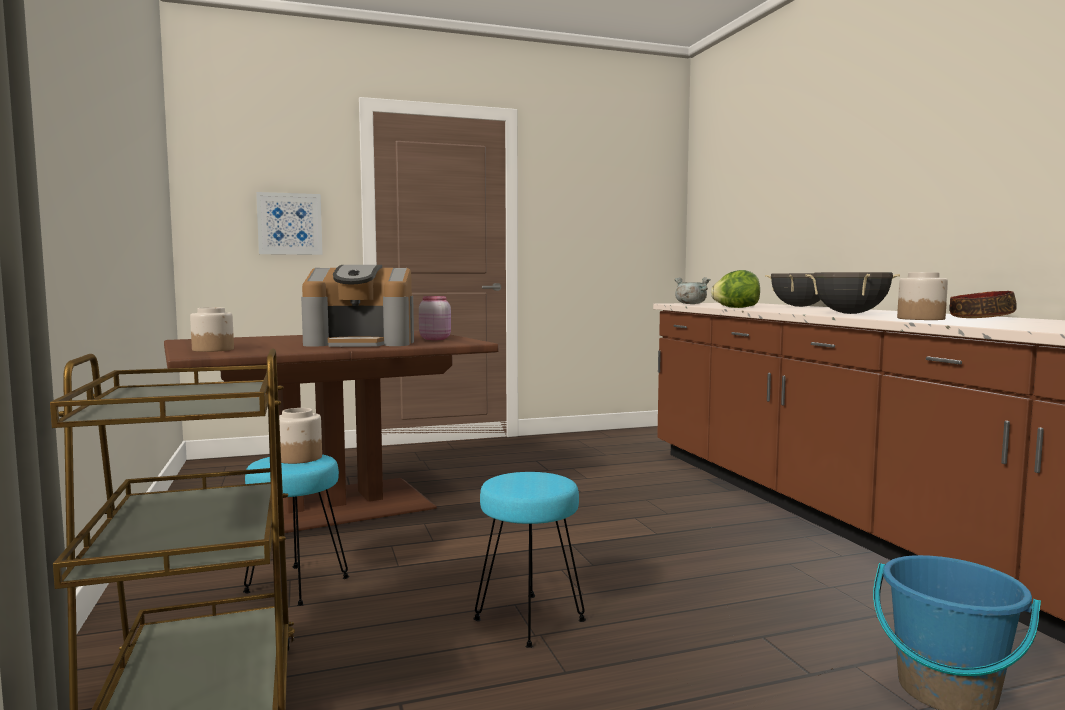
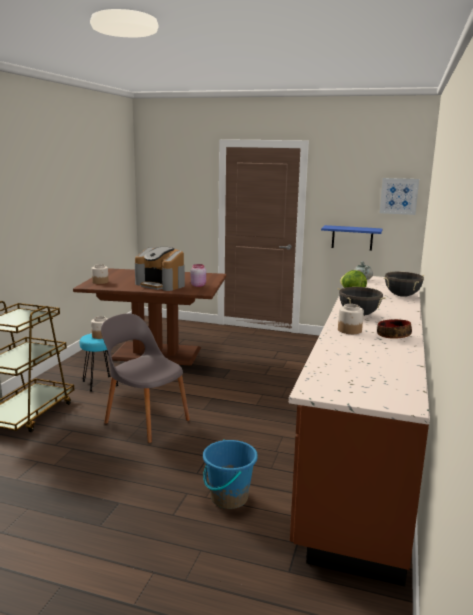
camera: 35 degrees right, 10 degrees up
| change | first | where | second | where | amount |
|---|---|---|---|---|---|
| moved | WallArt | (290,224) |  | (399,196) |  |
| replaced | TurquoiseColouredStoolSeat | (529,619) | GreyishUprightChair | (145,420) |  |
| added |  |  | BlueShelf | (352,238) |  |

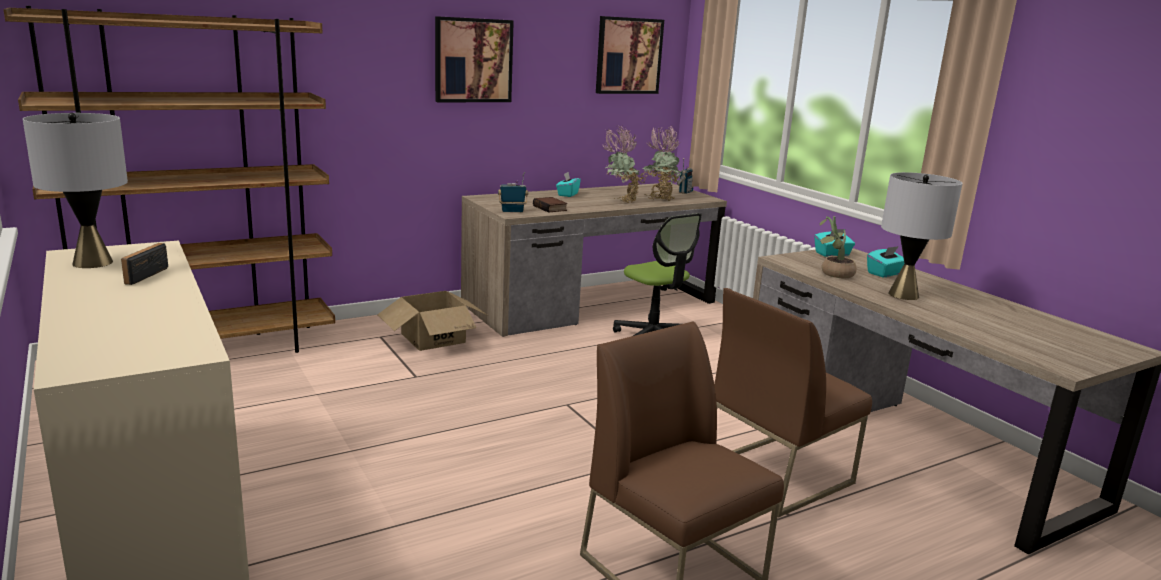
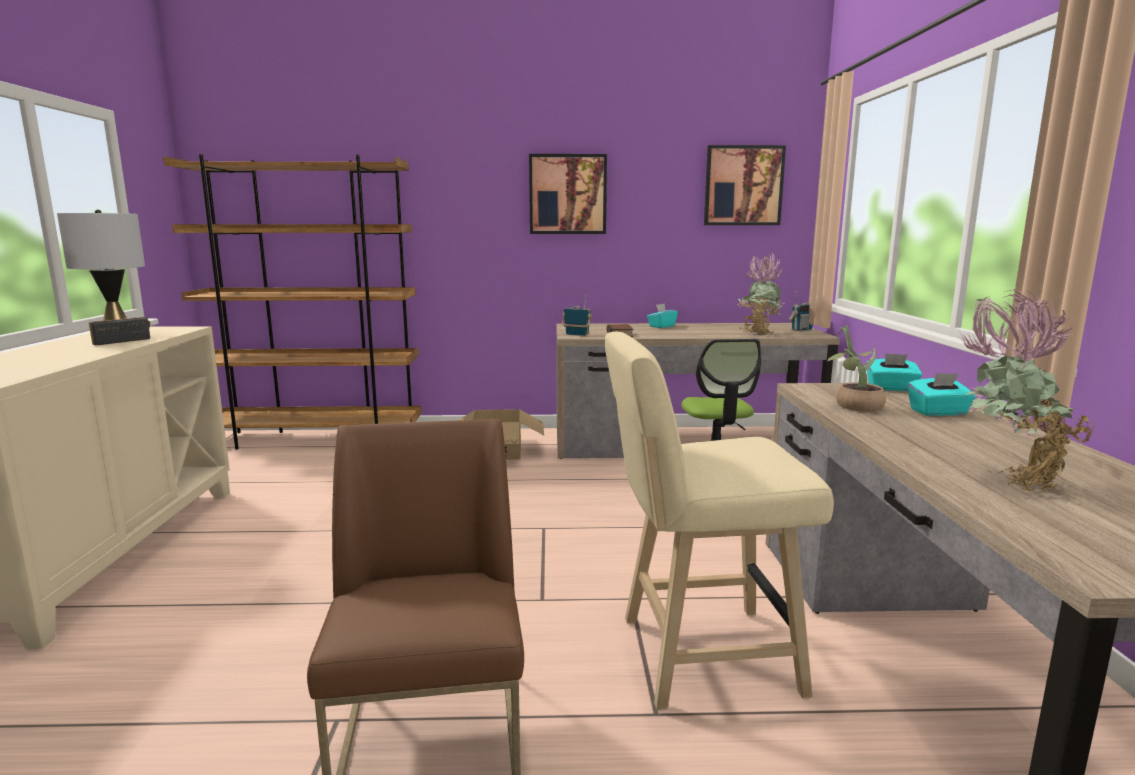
camera: 30 degrees right, 5 degrees down
| change | first | where | second | where | amount |
|---|---|---|---|---|---|
| moved | PlantInAPot | (621,201) |  | (1007,480) |  |
| replaced | BrownColouredUprightChair | (776,473) | BeigeColouredStoolSeat | (698,656) |  |
| removed | GreyishTableLamp | (903,295) |  |  |  |

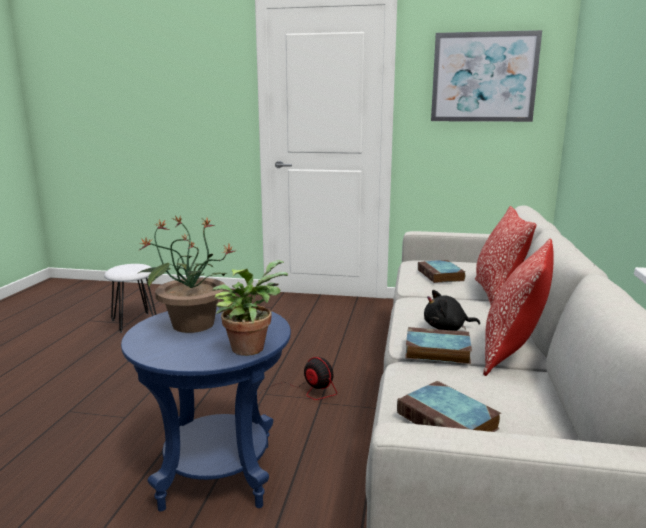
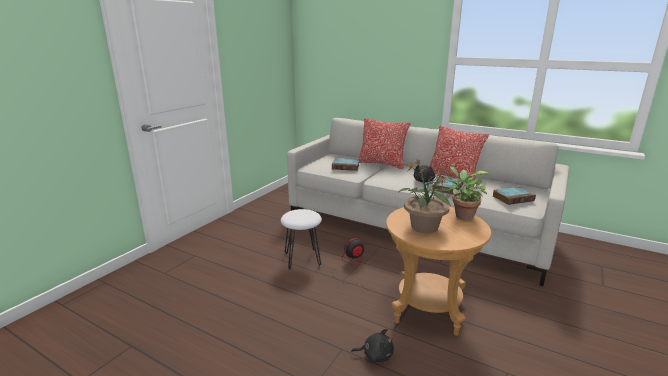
camera: 70 degrees left, 5 degrees up
| change | first | where | second | where | amount |
|---|---|---|---|---|---|
| moved | WhitishStoolSeat | (134,322) |  | (302,260) |  |
| recoloured | BlueEndTable | (218,475) | BrownColouredEndTable | (428,309) |  |
| removed | WallArt | (484,77) |  |  |  |
| added |  |  | BlackishSoftToy | (375,355) |  |

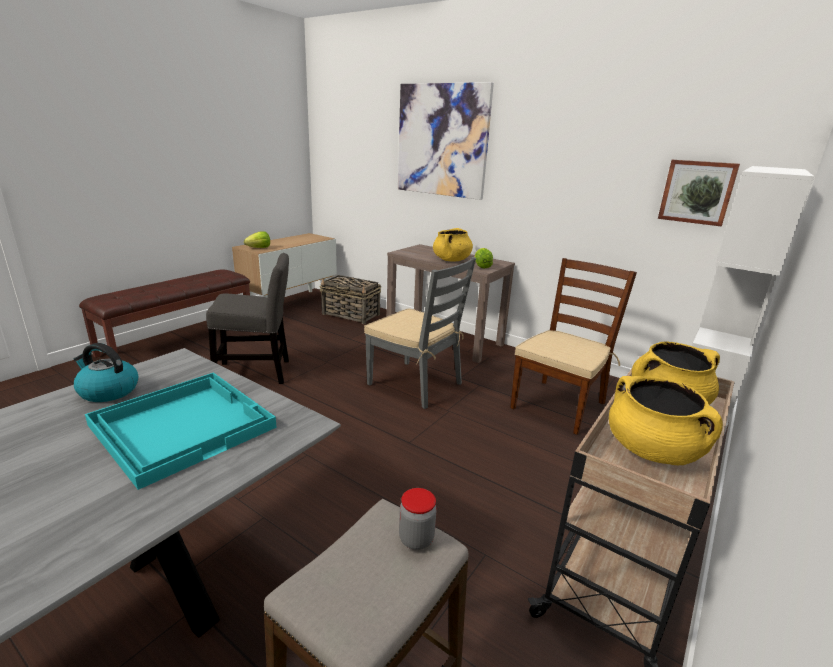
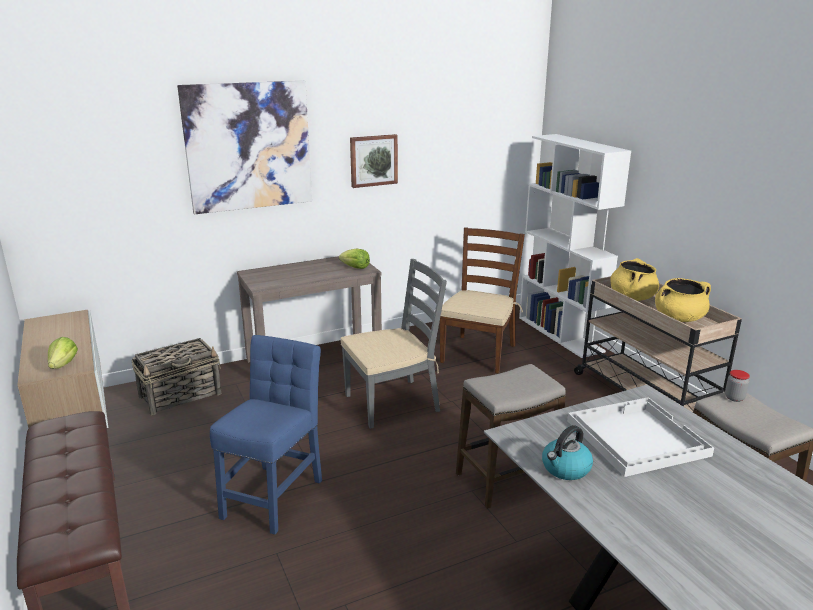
camera: 60 degrees left, 0 degrees up
| change | first | where | second | where | amount |
|---|---|---|---|---|---|
| recoloured | TurquoiseColouredServingTray | (183,425) | WhitishServingTray | (635,437) |  |
| recoloured | GreyishUprightChair | (257,372) | BlueUprightChair | (274,494) |  |
| removed | YellowishStockpot | (451,260) |  |  |  |
| turned | BrownColouredUprightChair | (558,405) |  | (478,353) | 45 degrees clockwise |
| moved | WallArt | (697,192) |  | (373,160) |  |
| added |  |  | StoolSeat | (507,479) |  |

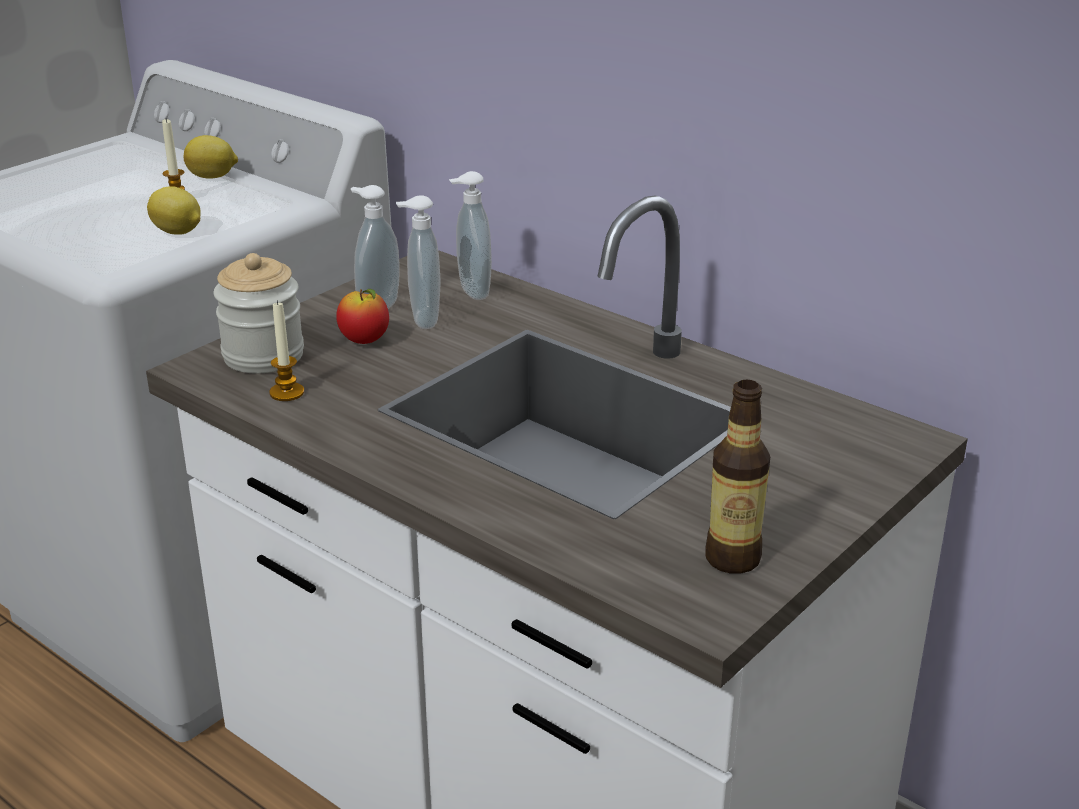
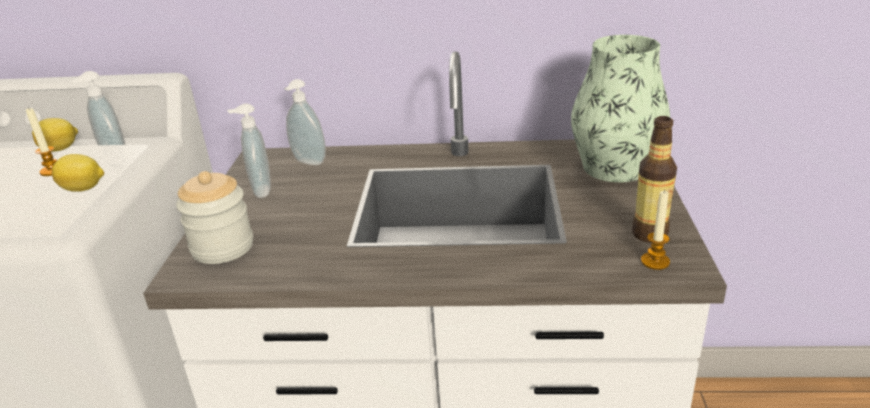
camera: 35 degrees left, 0 degrees up
| change | first | where | second | where | amount |
|---|---|---|---|---|---|
| moved | Candle | (287,393) |  | (655,261) |  |
| removed | WholeApple | (364,341) |  |  |  |
| moved | SoapBottle | (422,320) |  | (115,164) |  |
| added |  |  | Vase | (615,167) |  |

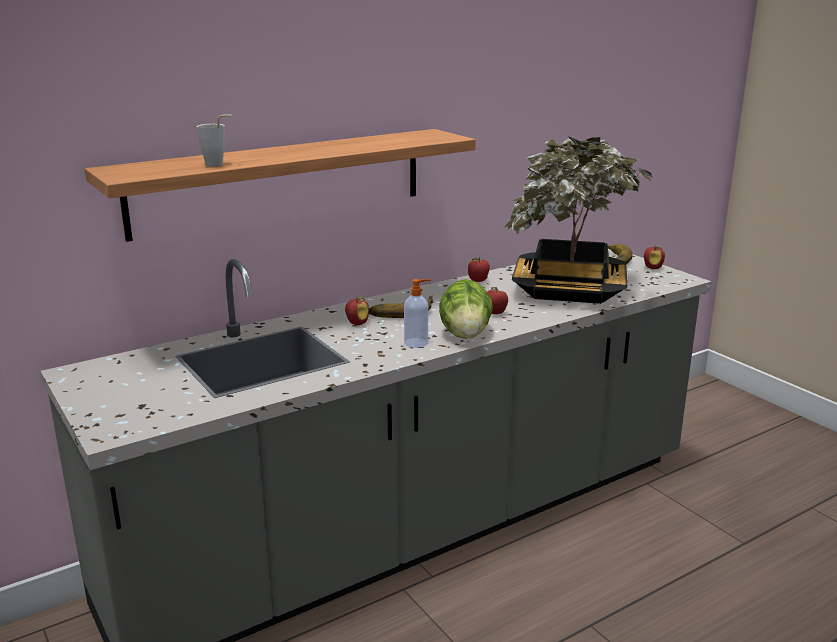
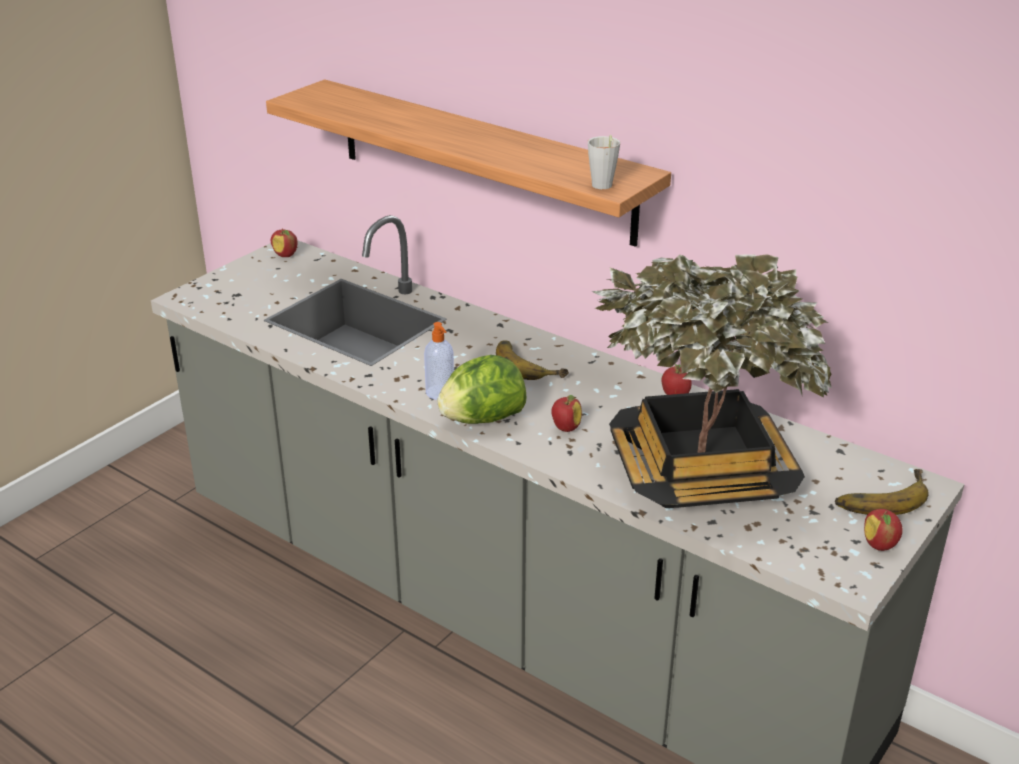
camera: 70 degrees right, 10 degrees up
| change | first | where | second | where | amount |
|---|---|---|---|---|---|
| moved | GreyishSmallCup | (217,165) |  | (602,187) |  |
| moved | WholeApple | (357,323) |  | (286,255) |  |

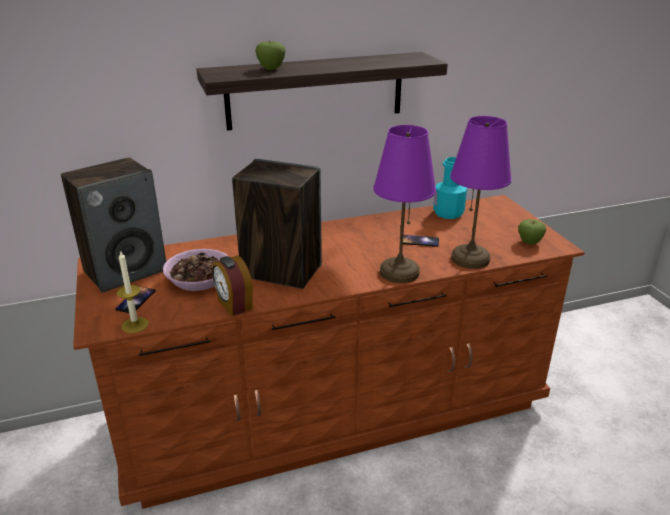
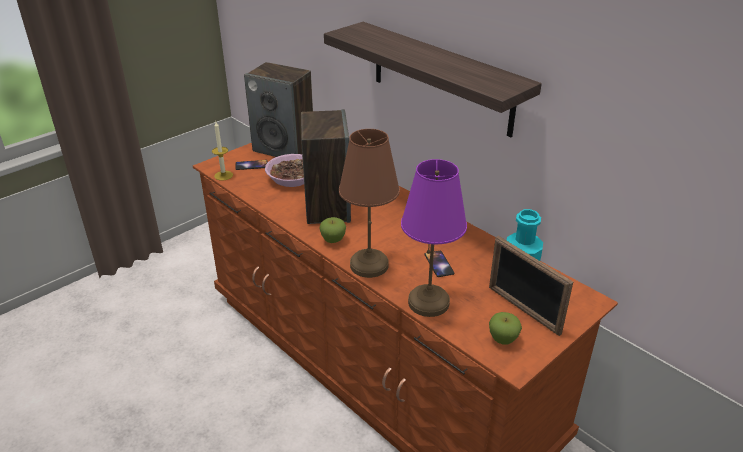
camera: 65 degrees right, 5 degrees up
| change | first | where | second | where | amount |
|---|---|---|---|---|---|
| removed | BedsideClock | (234,305) |  |  |  |
| moved | WholeApple | (271,68) |  | (333,240) |  |
| recoloured | PurplishTableLamp | (398,273) | BrownColouredTableLamp | (368,265) |  |
| added |  |  | StandingFrame | (523,310) |  |

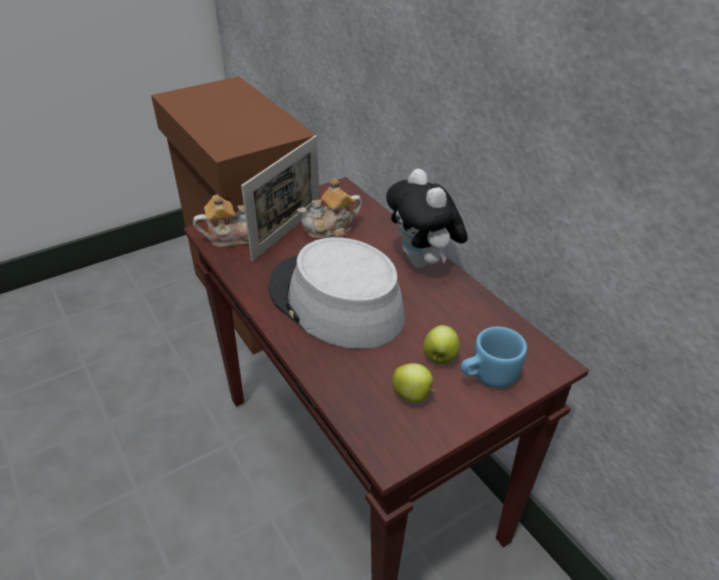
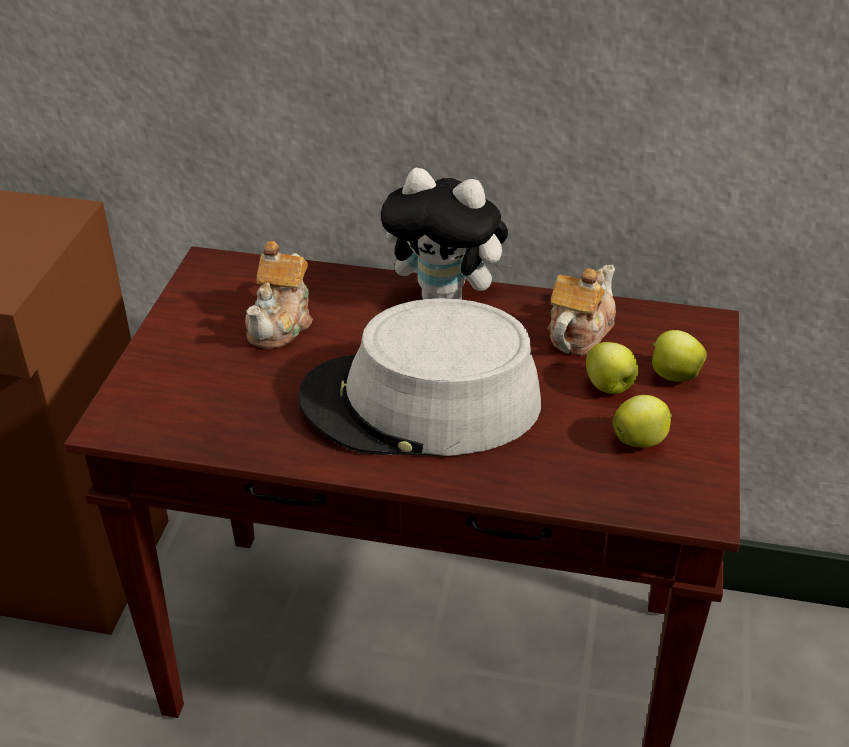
camera: 45 degrees left, 0 degrees up
| change | first | where | second | where | amount |
|---|---|---|---|---|---|
| moved | PotForTea | (232,237) |  | (578,332) |  |
| removed | StandingFrame | (287,232) |  |  |  |
| replaced | BlueMug | (487,376) | WholeApple | (673,375) |  |

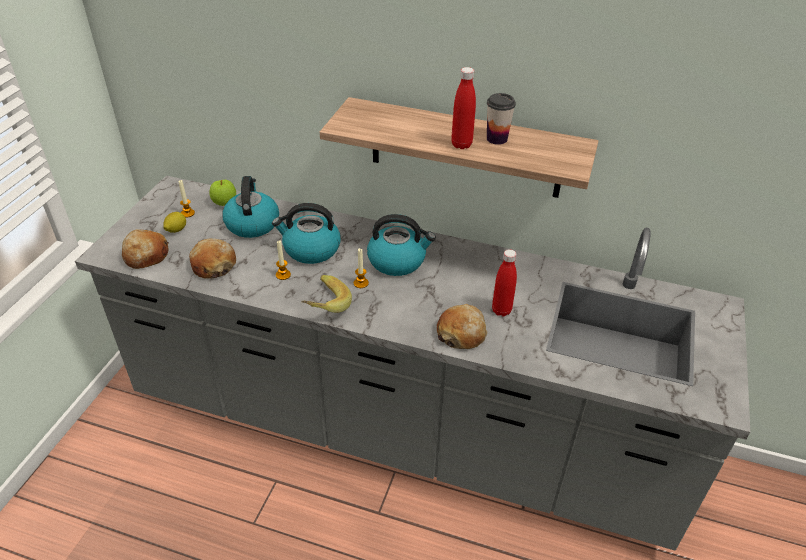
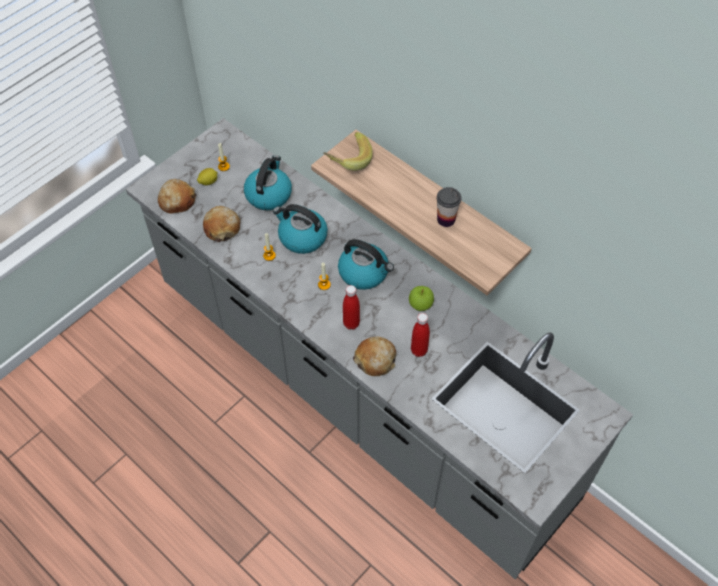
camera: 25 degrees right, 15 degrees up
| change | first | where | second | where | amount |
|---|---|---|---|---|---|
| moved | WholeApple | (224,203) |  | (420,305) |  |
| moved | Banana | (323,305) |  | (347,159) |  |
| moved | RedColouredBeverageBottle | (461,145) |  | (351,323) |  |

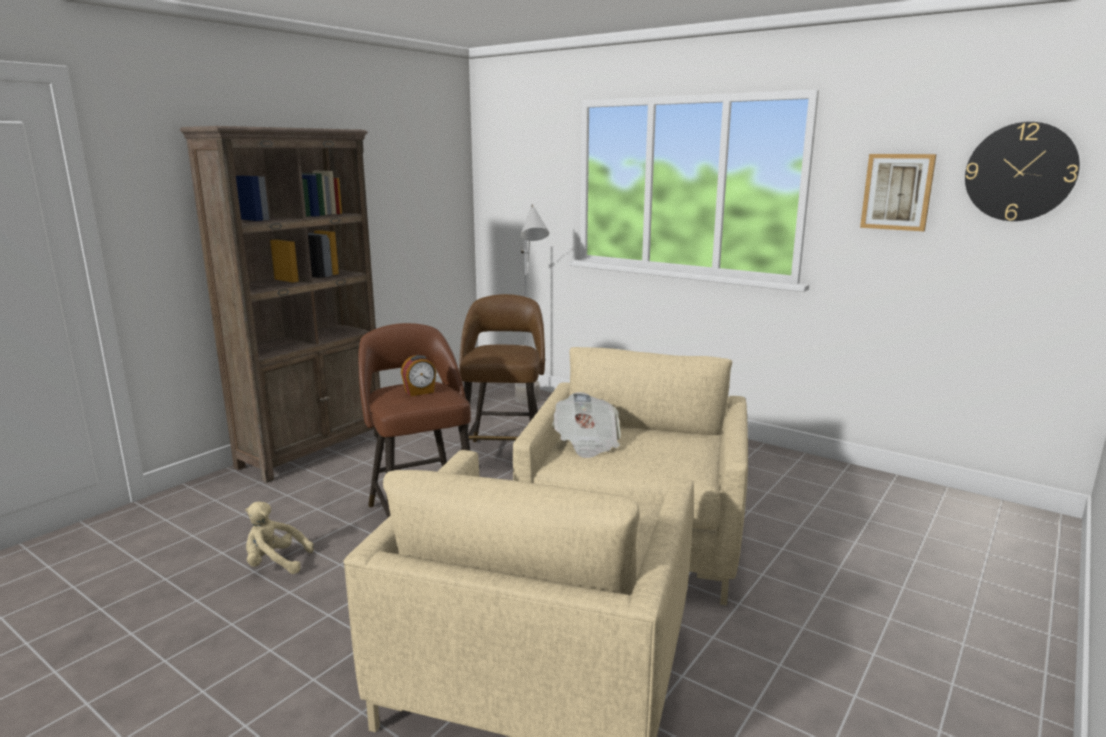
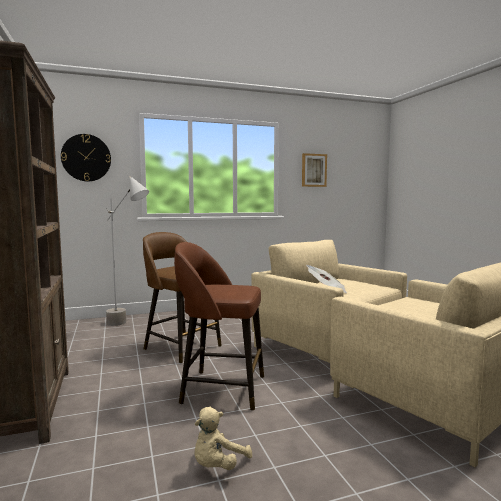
camera: 55 degrees left, 10 degrees down
| change | first | where | second | where | amount |
|---|---|---|---|---|---|
| removed | BedsideClock | (419,392) |  |  |  |
| moved | HangingClock | (1020,172) |  | (86,158) |  |

